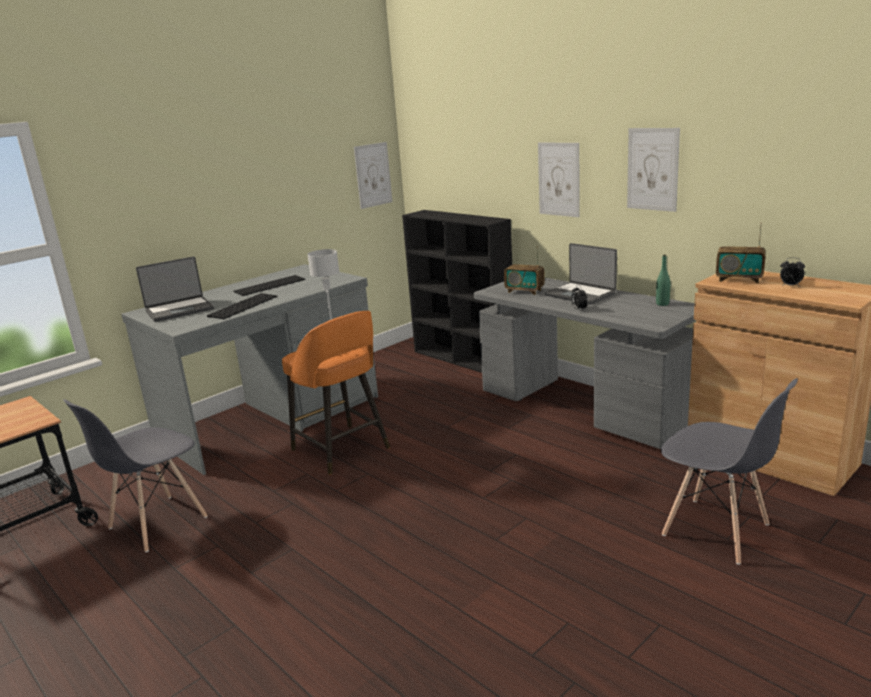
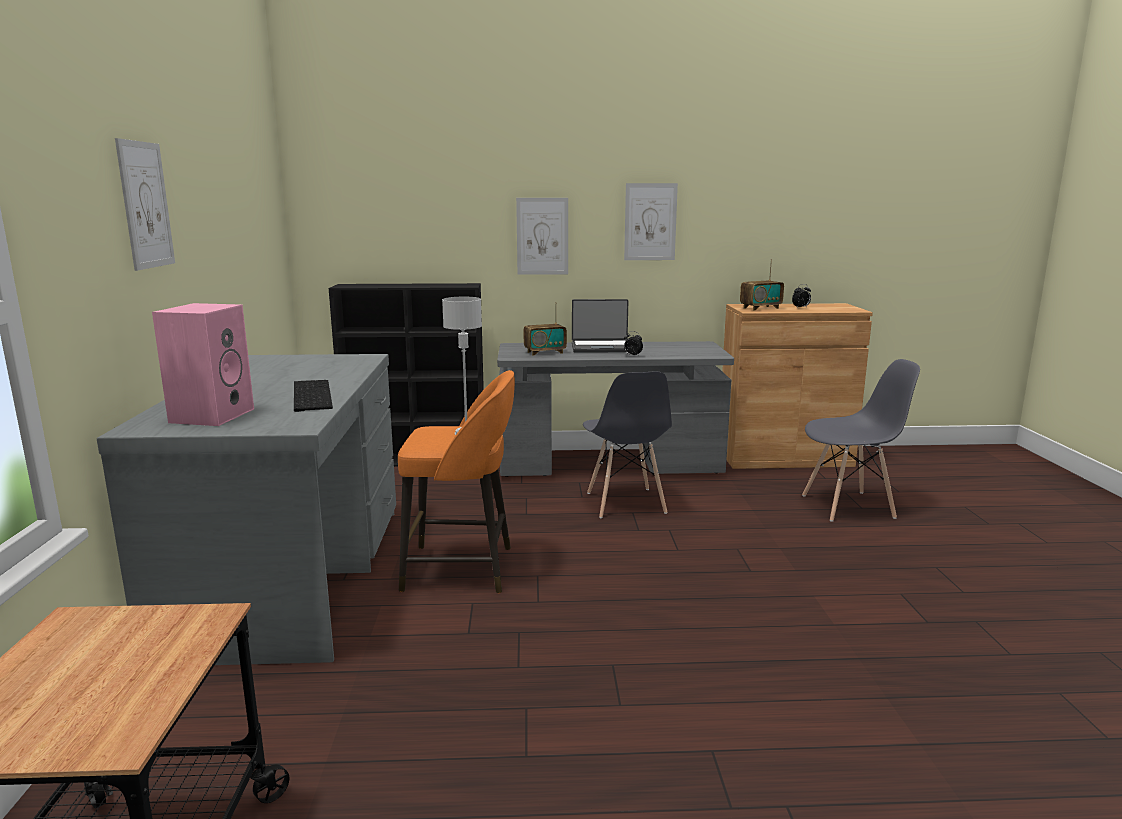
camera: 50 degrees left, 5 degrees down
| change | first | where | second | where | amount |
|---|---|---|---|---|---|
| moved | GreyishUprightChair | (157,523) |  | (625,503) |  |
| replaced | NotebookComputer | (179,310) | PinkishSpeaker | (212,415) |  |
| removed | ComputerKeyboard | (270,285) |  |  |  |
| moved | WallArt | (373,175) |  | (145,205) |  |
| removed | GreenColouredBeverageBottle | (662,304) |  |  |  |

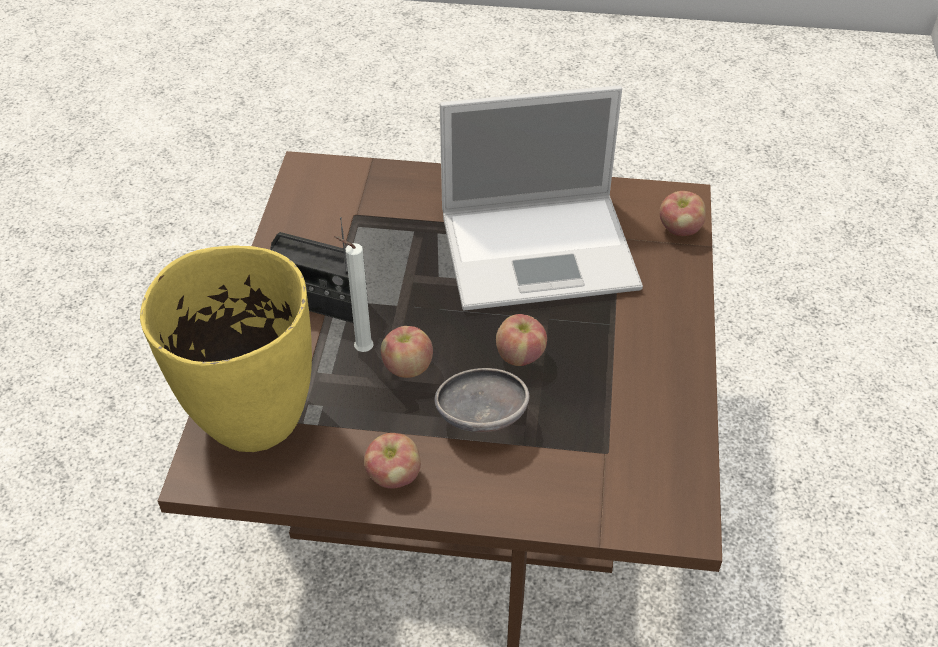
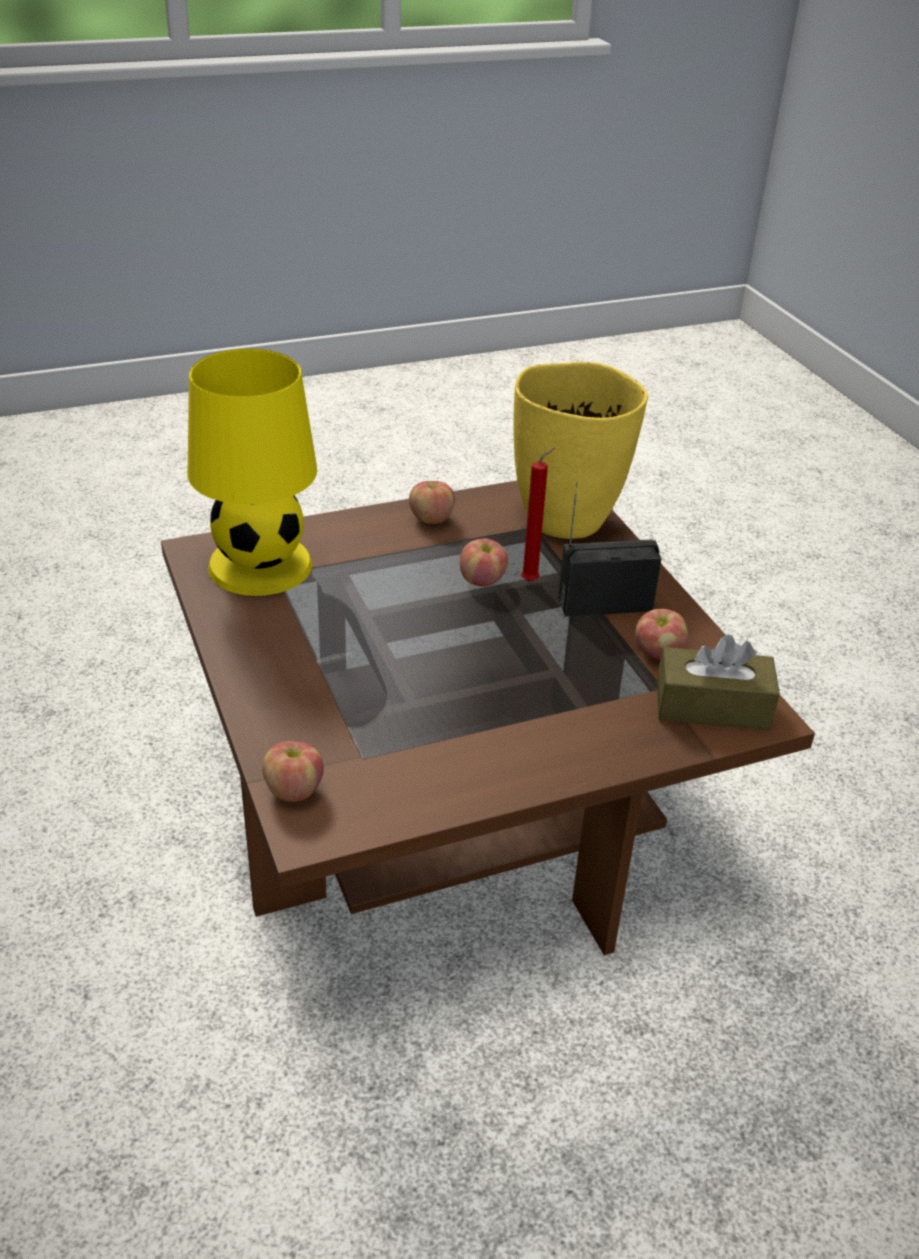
camera: 150 degrees right, 10 degrees down
| change | first | where | second | where | amount |
|---|---|---|---|---|---|
| recoloured | WhitishCandle | (361,350) | RedColouredCandle | (532,581) |  |
| removed | GreyishDeepDish | (481,416) |  |  |  |
| removed | NotebookComputer | (542,250) |  |  |  |
| moved | WholeApple | (520,355) |  | (658,653) |  |
| added |  |  | YellowishTableLamp | (259,566) |  |
| added |  |  | BrownColouredBoxOfTissues | (712,706) |  |

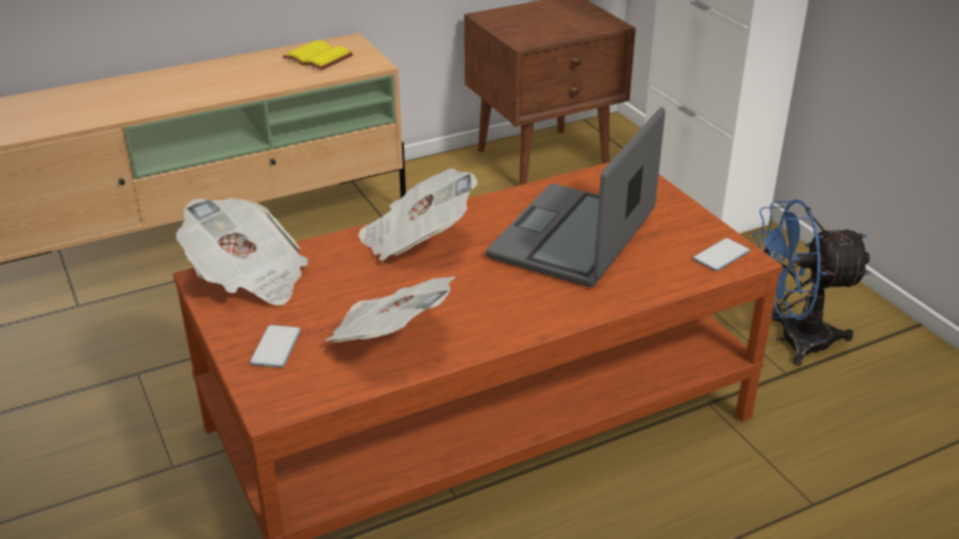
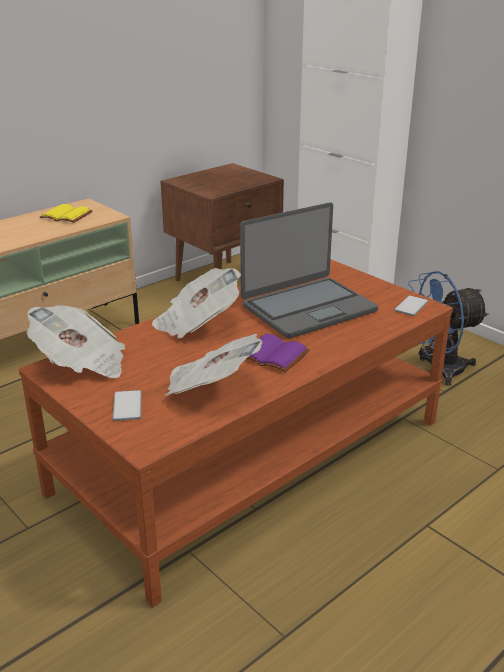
camera: 15 degrees left, 5 degrees down
| change | first | where | second | where | amount |
|---|---|---|---|---|---|
| turned | NotebookComputer | (574,238) |  | (307,308) | 135 degrees counterclockwise |
| added |  |  | PurplishBoundBook | (271,355) |  |

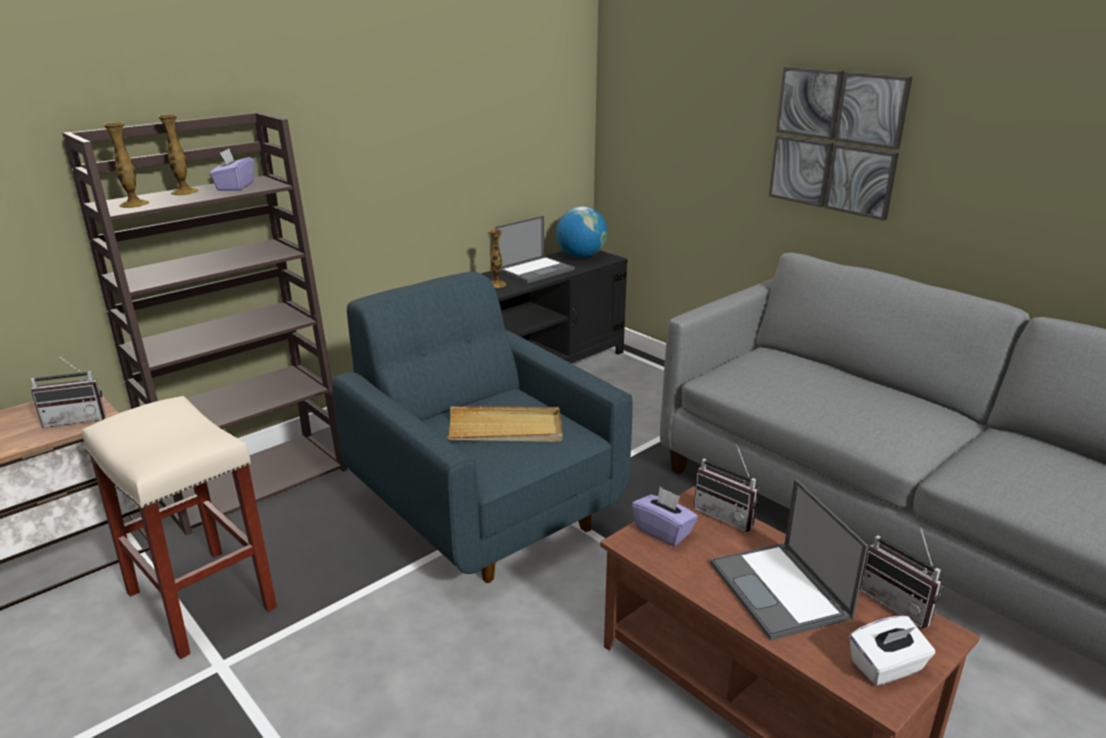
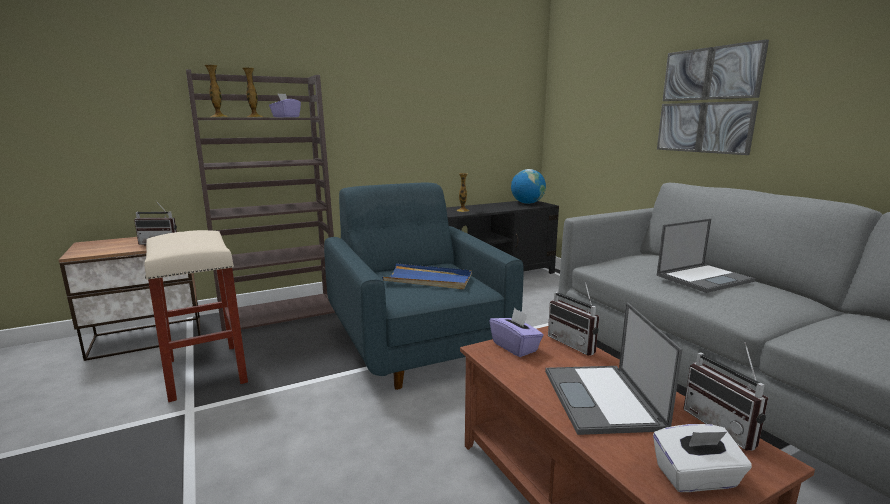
camera: 15 degrees right, 10 degrees down
| change | first | where | second | where | amount |
|---|---|---|---|---|---|
| recoloured | BeigeColouredServingTray | (505,429) | BlueServingTray | (428,280) |  |
| moved | NotebookComputer | (536,270) |  | (704,278) |  |

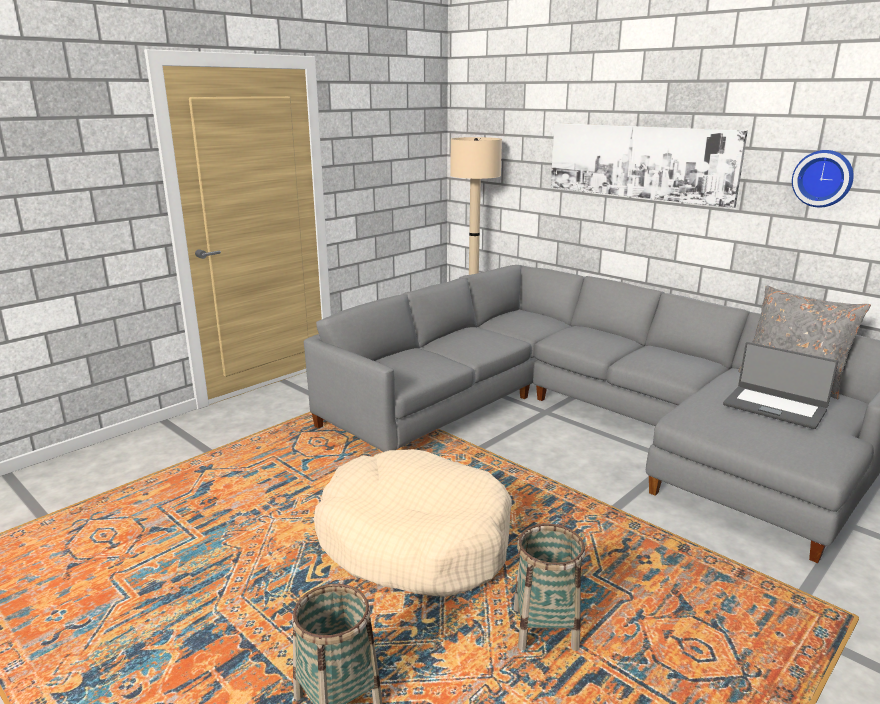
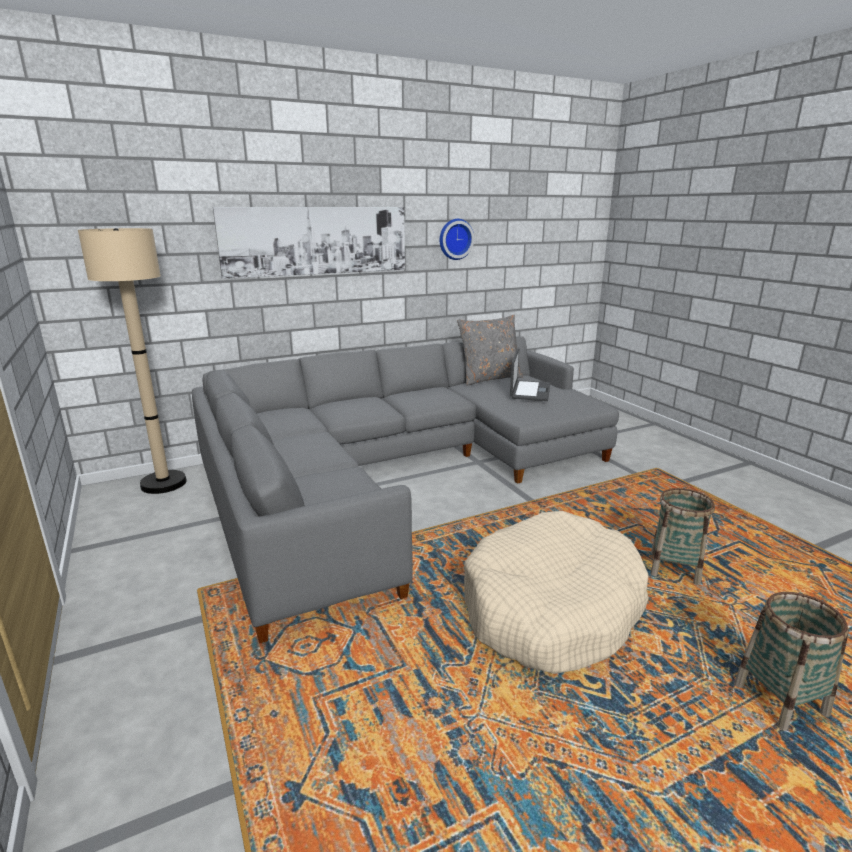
camera: 70 degrees left, 0 degrees up
| change | first | where | second | where | amount |
|---|---|---|---|---|---|
| turned | NotebookComputer | (774,407) |  | (529,391) | 45 degrees counterclockwise |

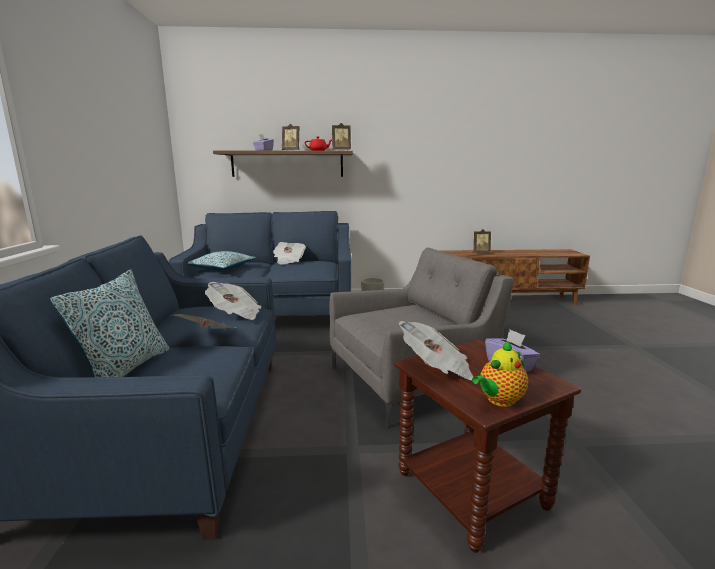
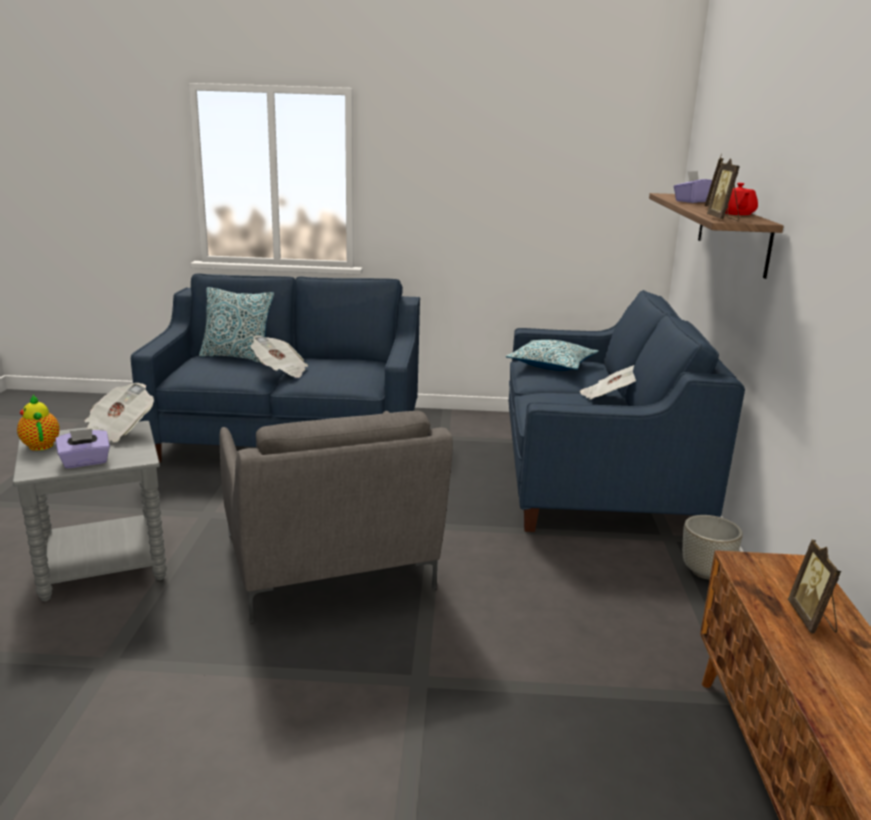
camera: 95 degrees right, 5 degrees up
| change | first | where | second | where | amount |
|---|---|---|---|---|---|
| removed | DailyPaper | (235,314) |  |  |  |
| recoloured | BrownColouredEndTable | (469,490) | GreyishEndTable | (103,564) |  |

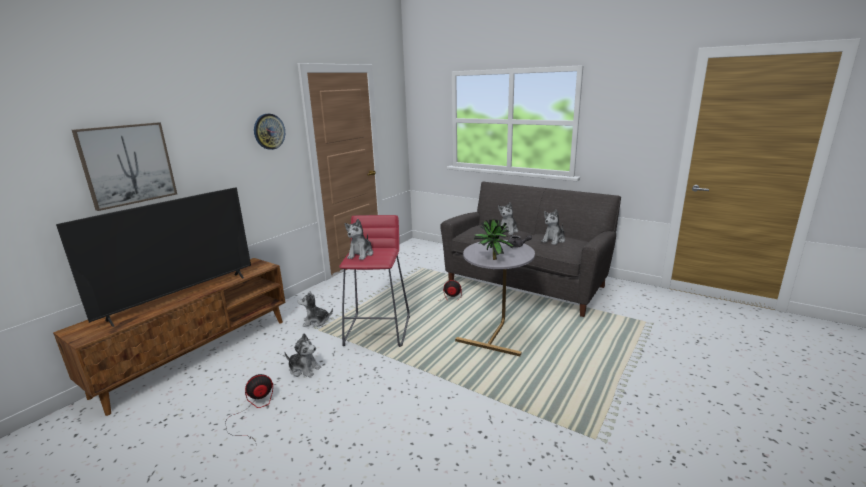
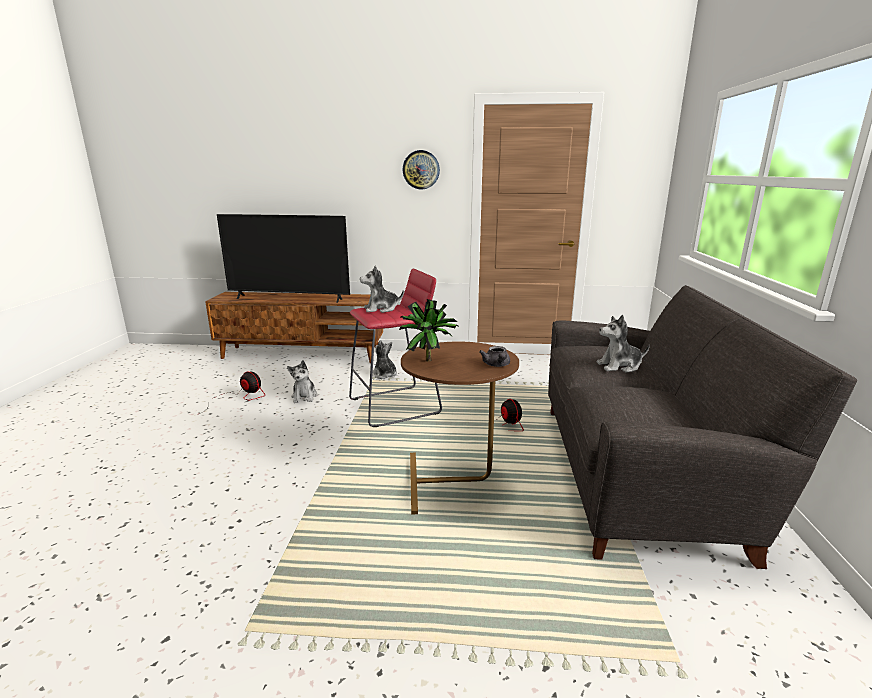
camera: 60 degrees right, 0 degrees up
| change | first | where | second | where | amount |
|---|---|---|---|---|---|
| removed | WallArt | (128,164) |  |  |  |
| recoloured | GreyishEndTable | (496,333) | BrownColouredEndTable | (455,482) |  |
| removed | SoftToy | (554,240) |  |  |  |

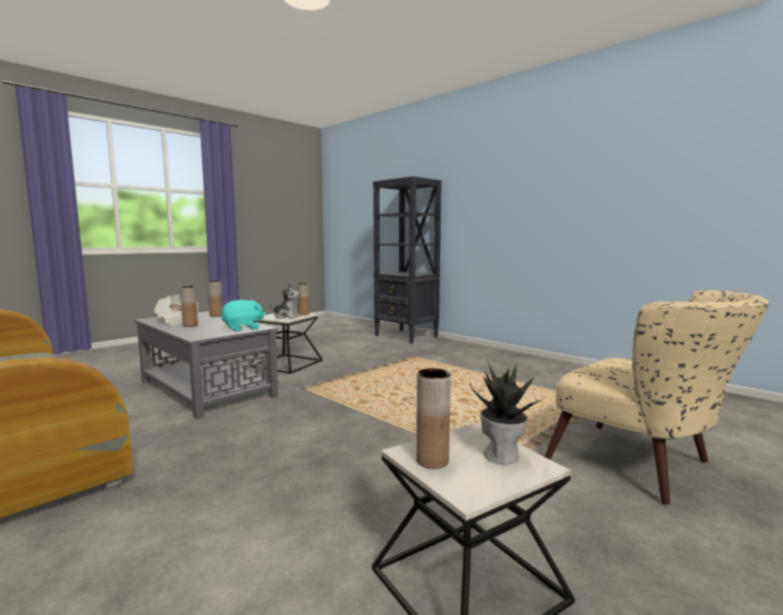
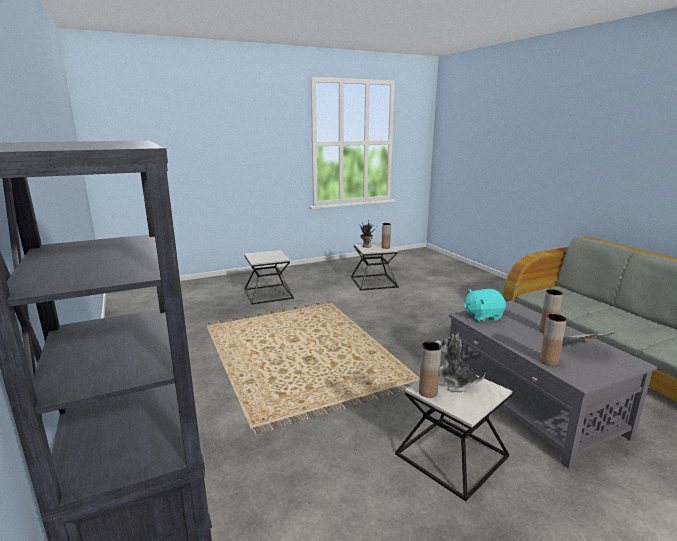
camera: 160 degrees left, 10 degrees up
| change | first | where | second | where | amount |
|---|---|---|---|---|---|
| replaced | BeigeColouredEasyChair | (644,467) | EndTable | (268,293) |  |

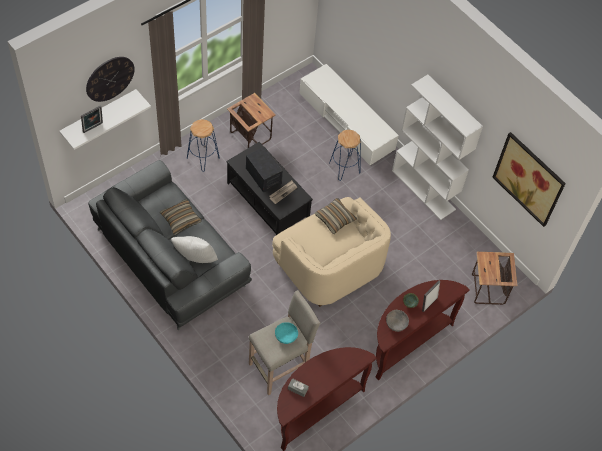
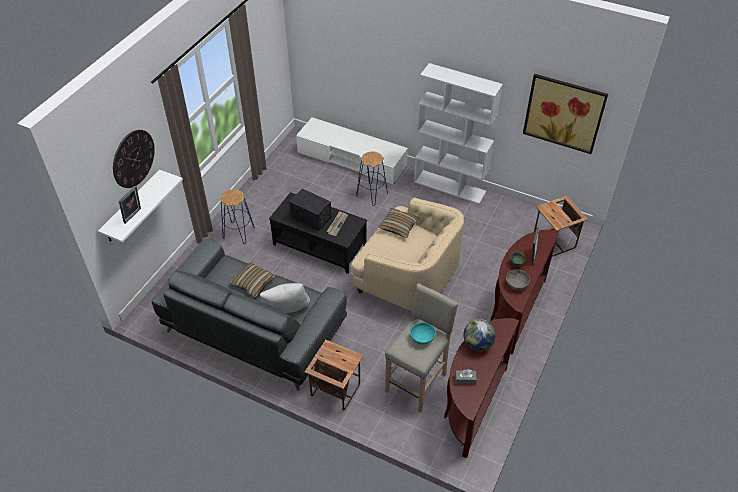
camera: 20 degrees left, 10 degrees down
| change | first | where | second | where | amount |
|---|---|---|---|---|---|
| moved | EndTable | (250,135) |  | (335,390) |  |
| added |  |  | WorldGlobe | (477,344) |  |

